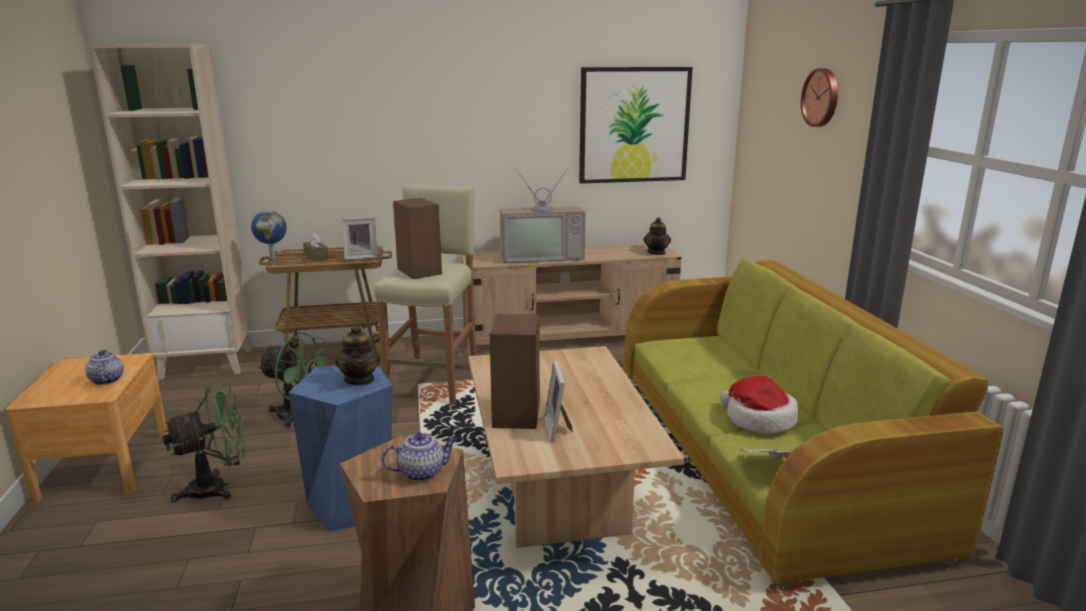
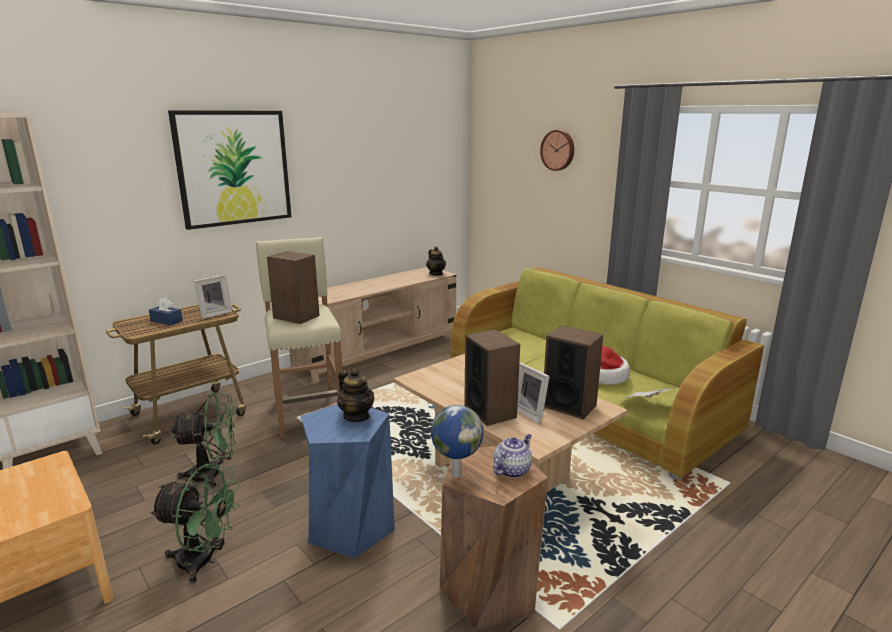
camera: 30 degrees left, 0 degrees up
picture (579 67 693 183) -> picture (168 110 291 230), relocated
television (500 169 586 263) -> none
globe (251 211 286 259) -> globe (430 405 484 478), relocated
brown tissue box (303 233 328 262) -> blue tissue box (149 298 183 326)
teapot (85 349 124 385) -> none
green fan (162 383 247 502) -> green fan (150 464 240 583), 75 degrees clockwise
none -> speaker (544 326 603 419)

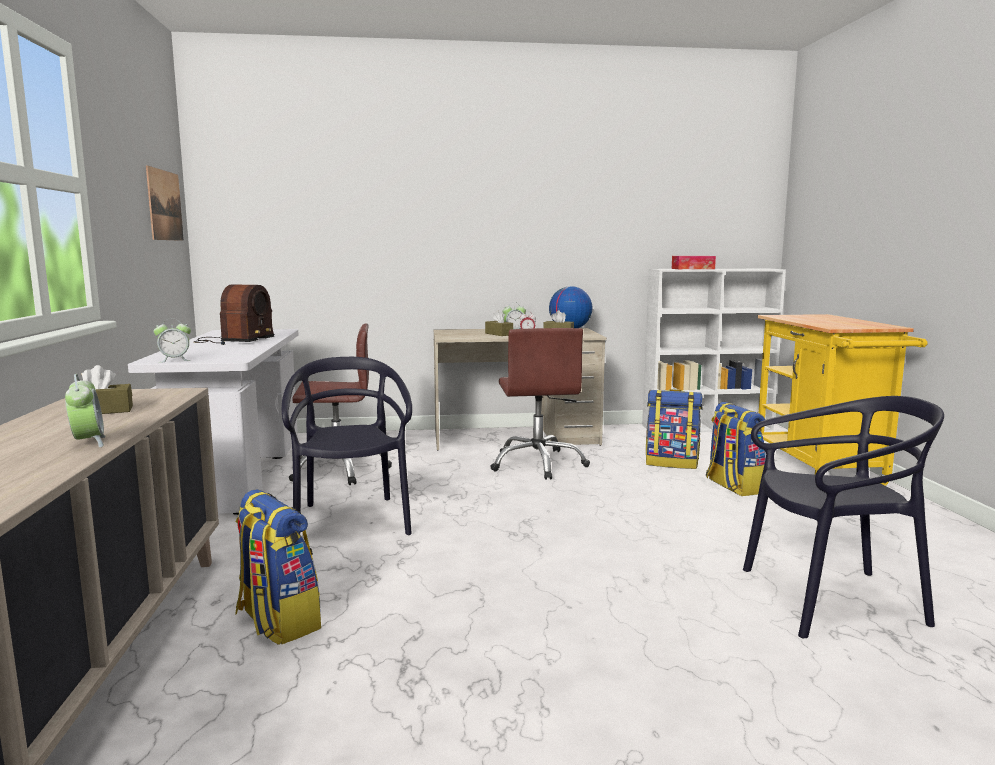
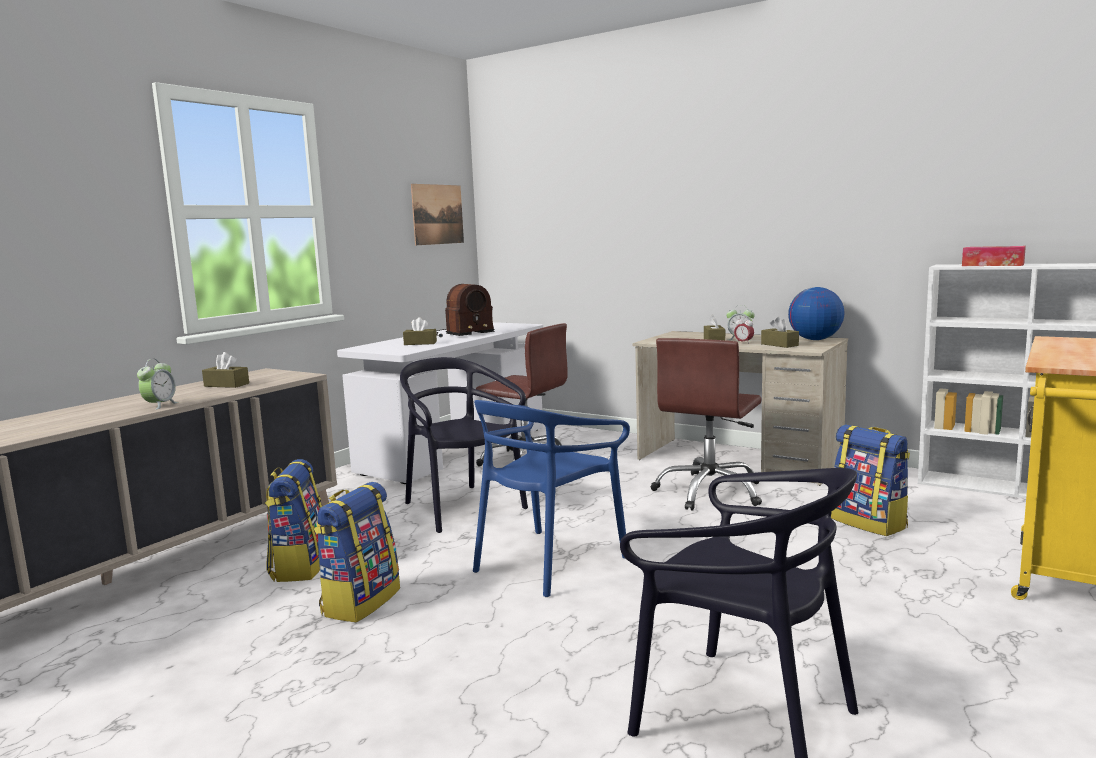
camera: 40 degrees right, 0 degrees up
alarm clock (153 319 191 363) -> none
black chair (282 357 412 535) -> black chair (400 357 528 533), 60 degrees counterclockwise
backpack (706 402 766 496) -> backpack (314 482 400 622), relocated
none -> brown tissue box (403 317 437 345)
none -> blue chair (473 400 630 597)

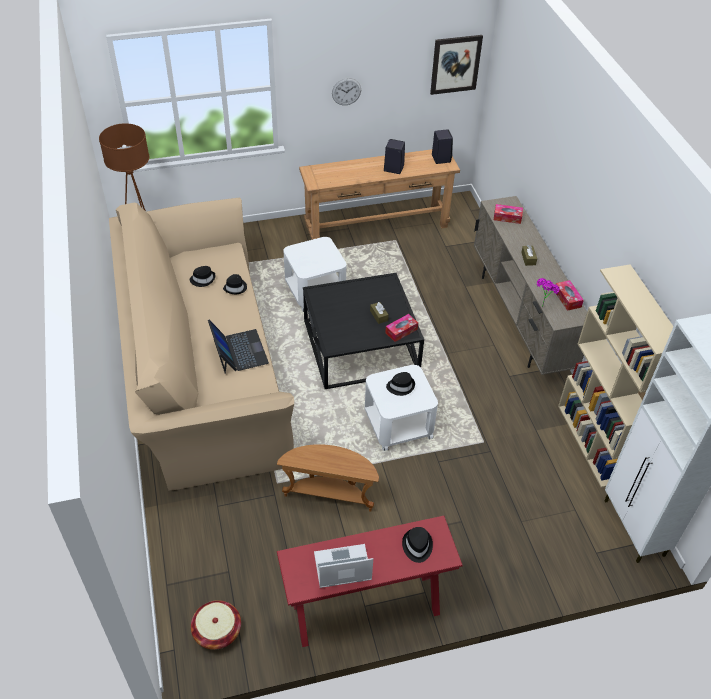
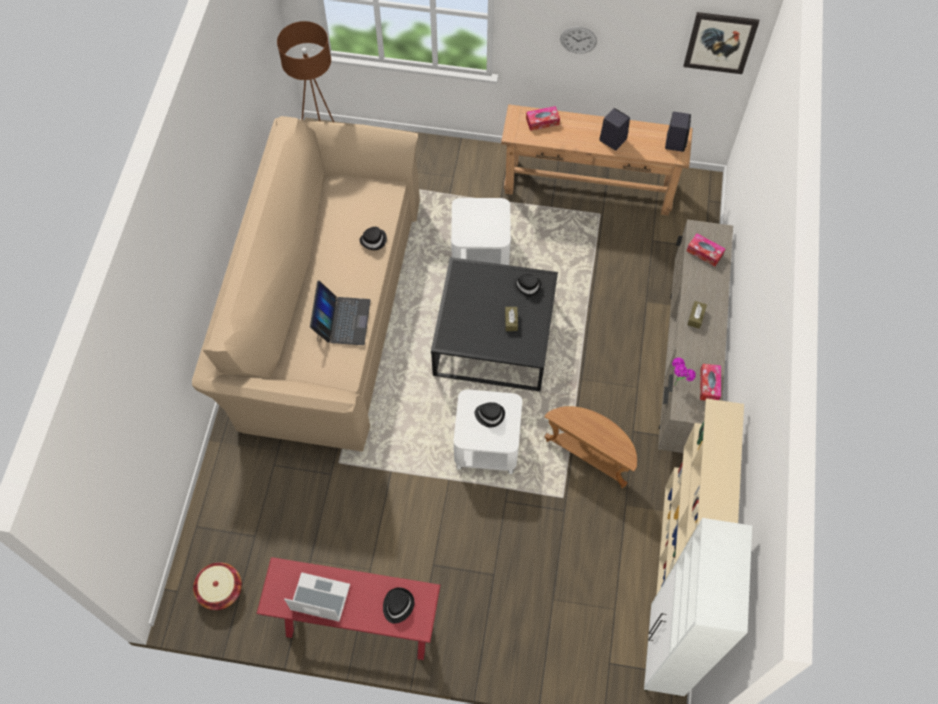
camera: 25 degrees right, 15 degrees up
black hat (190 266 216 287) -> black hat (513 274 542 297), relocated
tissue box (385 314 418 342) -> tissue box (526 106 560 131), relocated
brown side table (277 444 379 512) -> brown side table (544 406 637 488), relocated

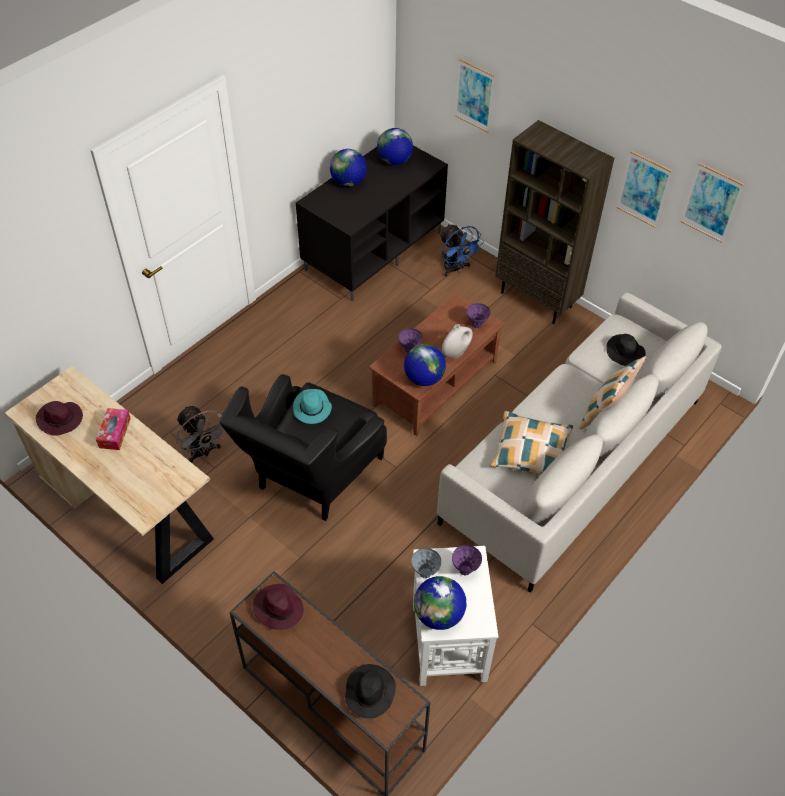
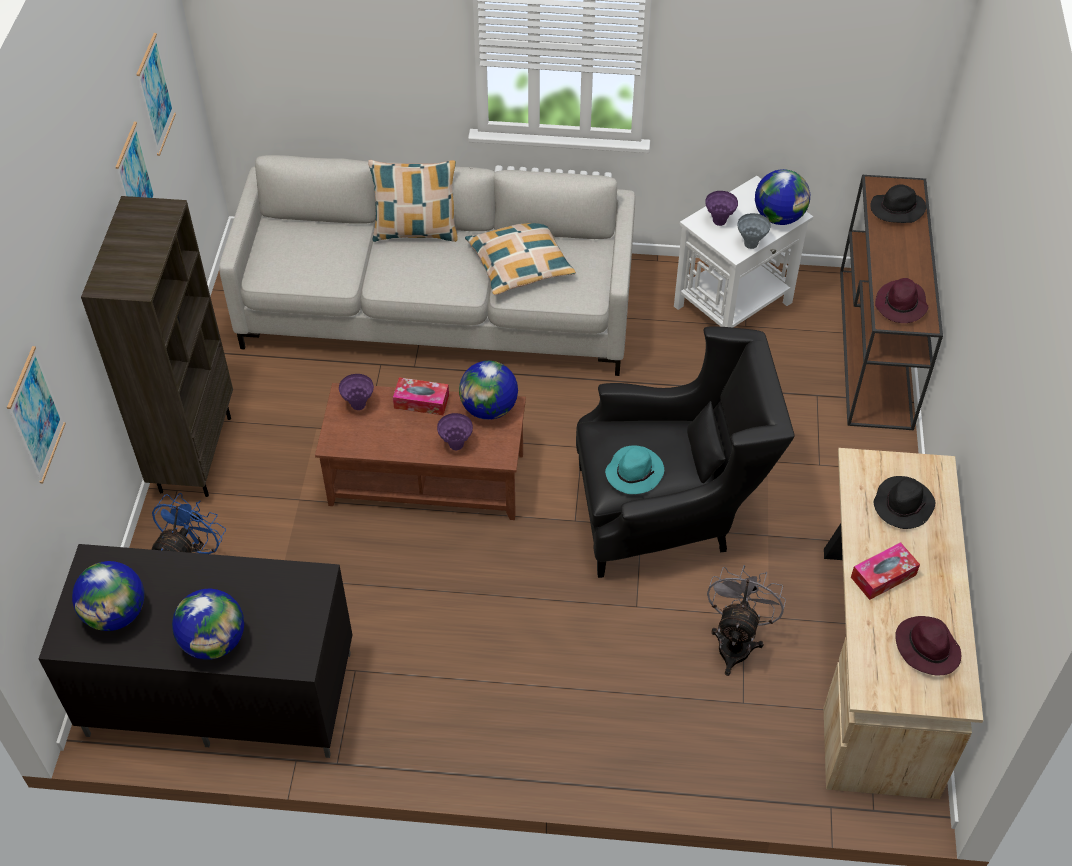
camera: 125 degrees left, 0 degrees up
white vase (442 324 473 358) -> tissue box (393 377 449 415)
black hat (606 334 646 366) -> black hat (874 476 935 529), relocated

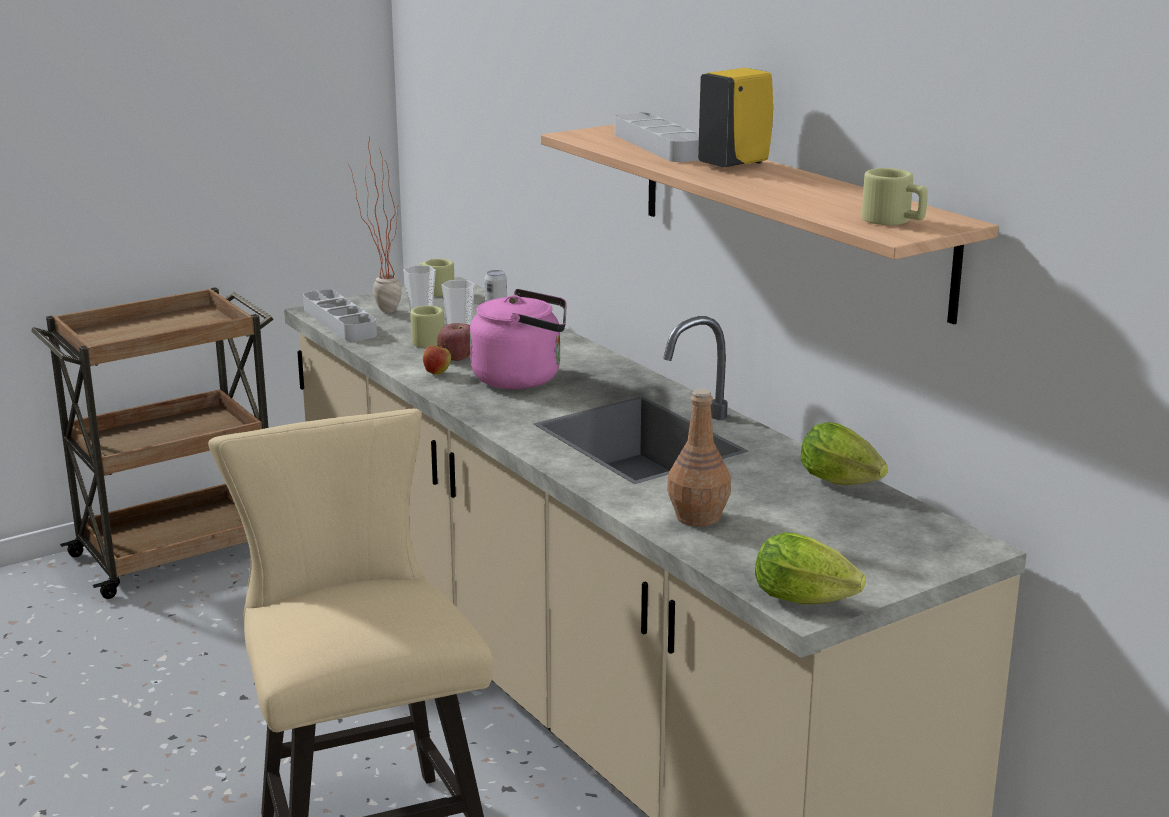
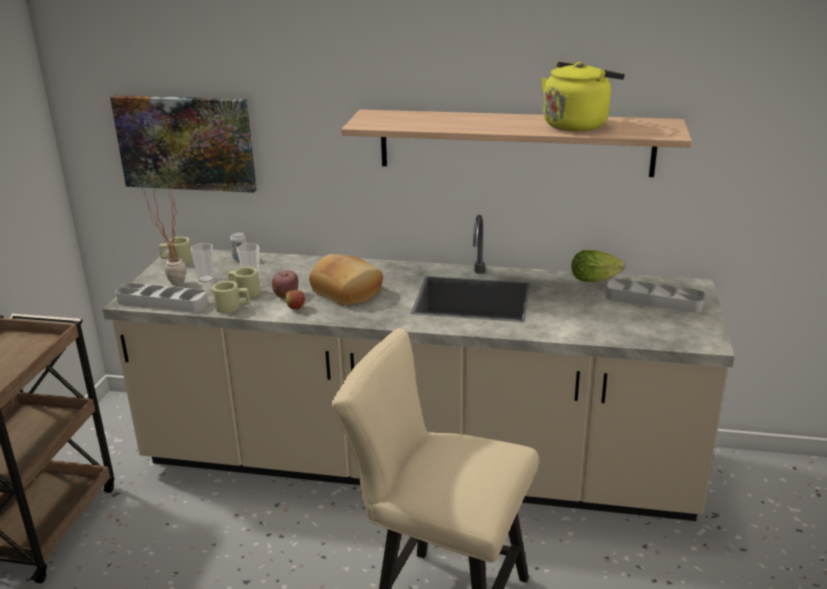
camera: 45 degrees left, 5 degrees up
yellow soap dispenser (698 68 773 167) -> none
grey tray (615 112 699 162) -> grey tray (606 278 705 313), relocated
beige mug (862 168 928 225) -> beige mug (213 281 250 313), relocated
pink kettle (470 289 567 389) -> bread (309 254 383 306)
brown bottle (667 388 731 527) -> none
lettuce (755 532 866 604) -> none
none -> yellow kettle (542 62 625 131)
none -> picture (110 95 257 193)

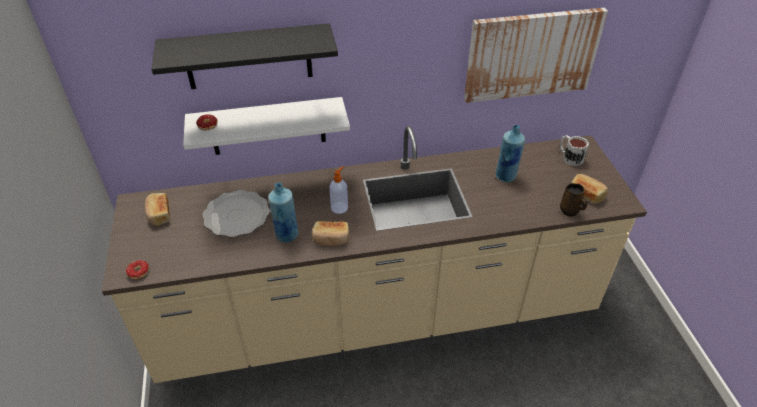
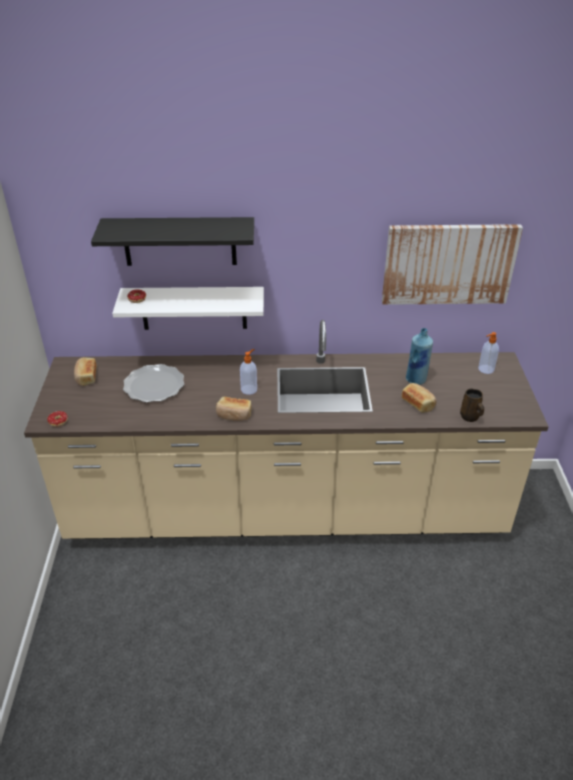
camera: 10 degrees right, 5 degrees down
mug (559 135 589 166) -> soap dispenser (478 332 499 374)
bread (572 174 608 204) -> bread (402 383 437 413), relocated
blue bottle (268 183 299 242) -> none

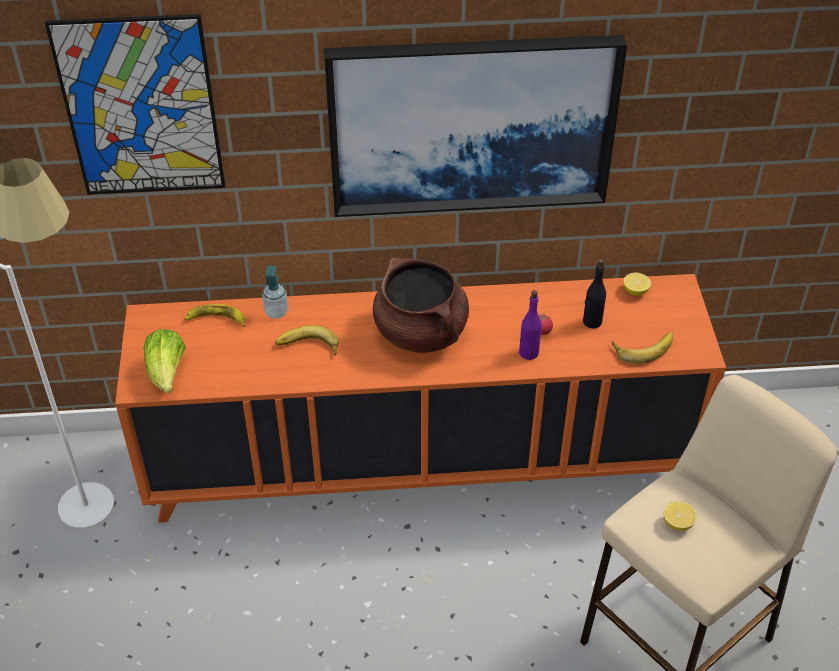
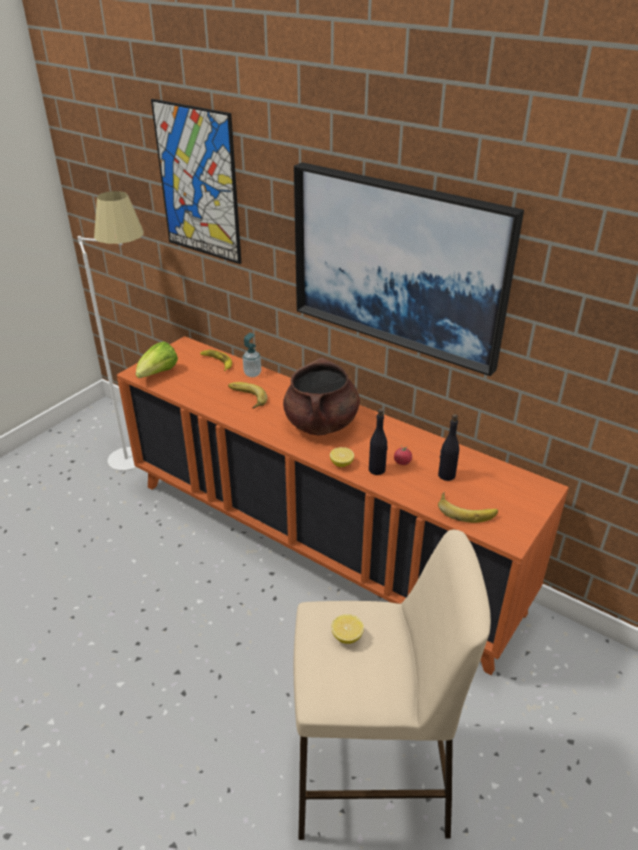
camera: 40 degrees right, 10 degrees down
lemon (623 272 651 296) -> lemon (330 447 354 467), relocated
purple bottle (519 290 542 360) -> black bottle (369 409 388 475)

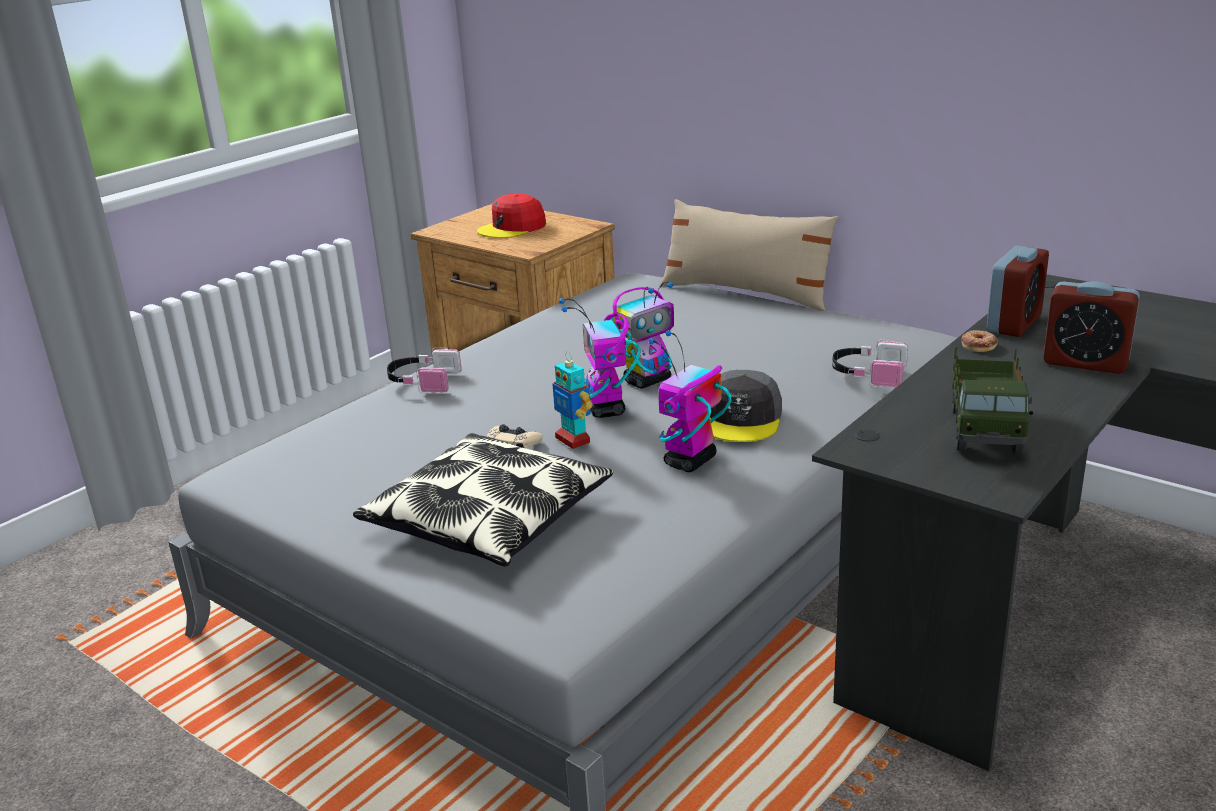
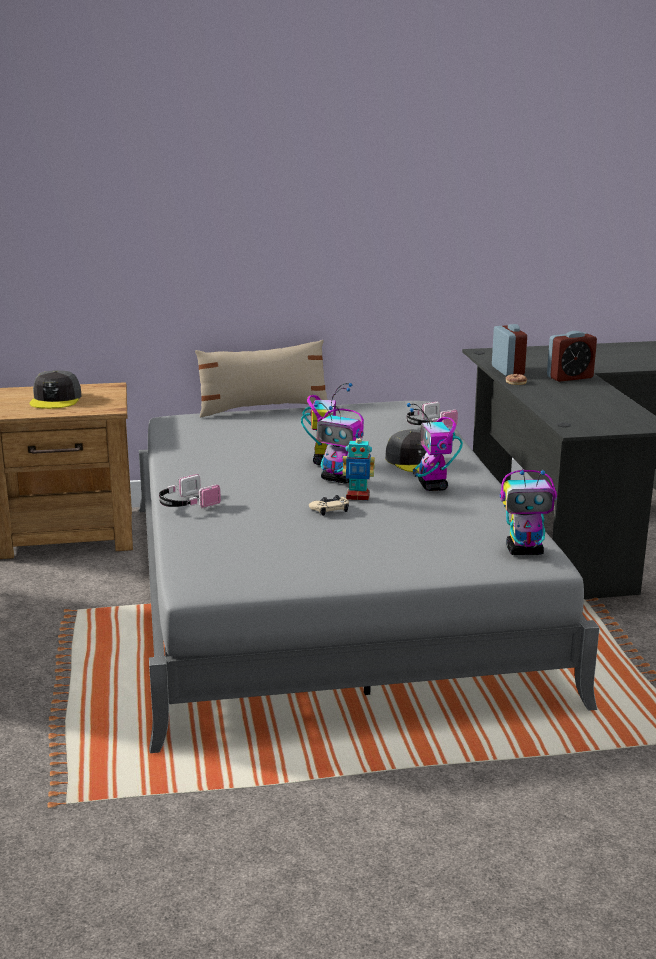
camera: 50 degrees left, 5 degrees down
red cap (477 193 546 238) -> grey cap (29 370 81 409)
toy truck (952 347 1033 454) -> none
pillow (353 433 613 567) -> none
none -> toy robot (500 469 557 555)

